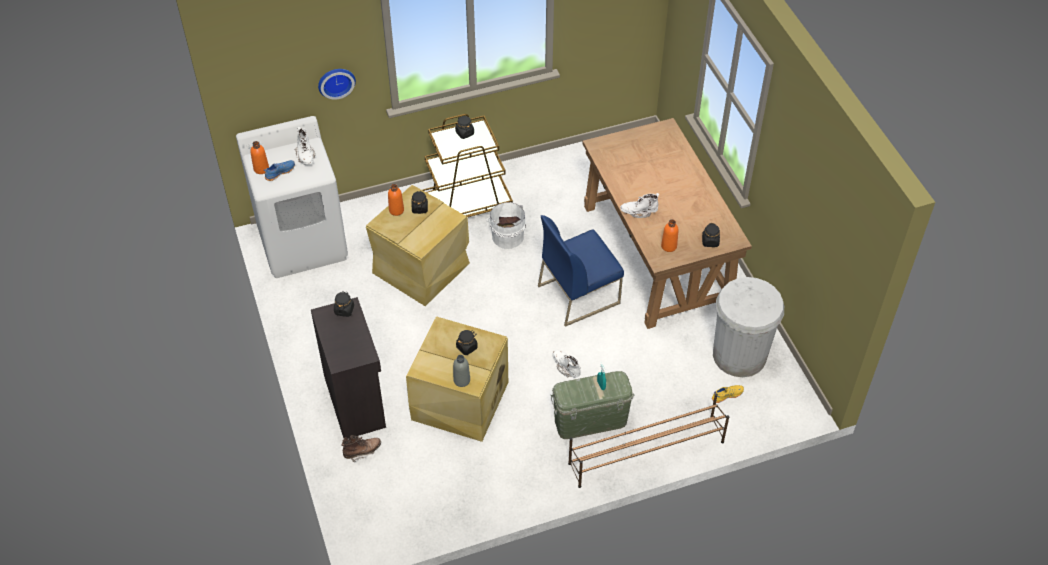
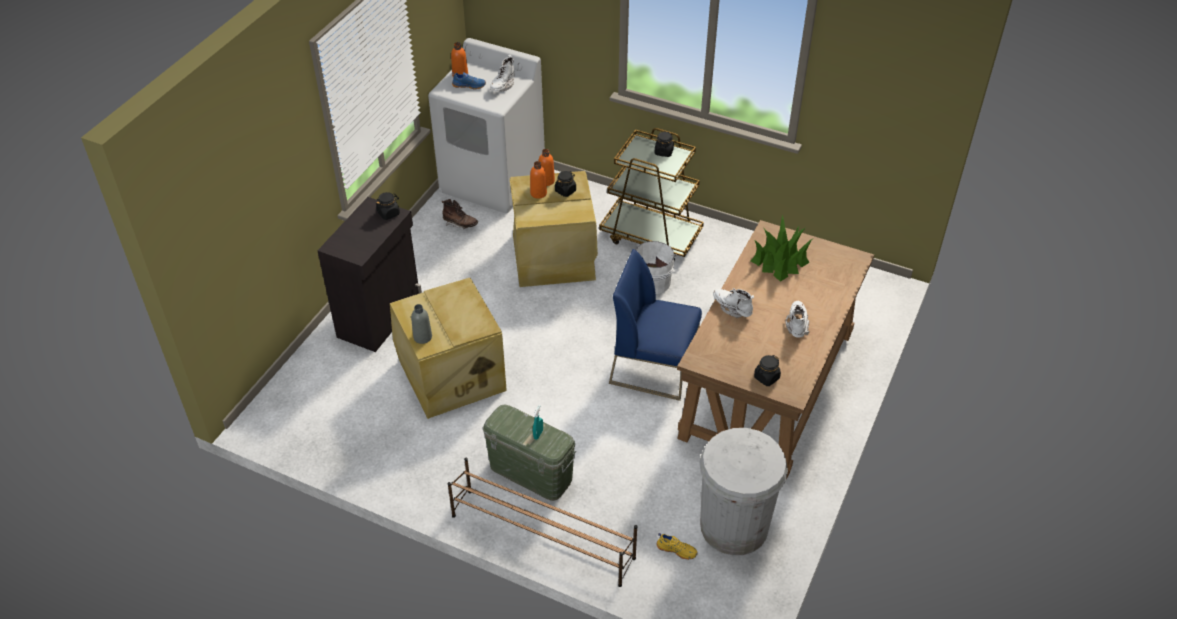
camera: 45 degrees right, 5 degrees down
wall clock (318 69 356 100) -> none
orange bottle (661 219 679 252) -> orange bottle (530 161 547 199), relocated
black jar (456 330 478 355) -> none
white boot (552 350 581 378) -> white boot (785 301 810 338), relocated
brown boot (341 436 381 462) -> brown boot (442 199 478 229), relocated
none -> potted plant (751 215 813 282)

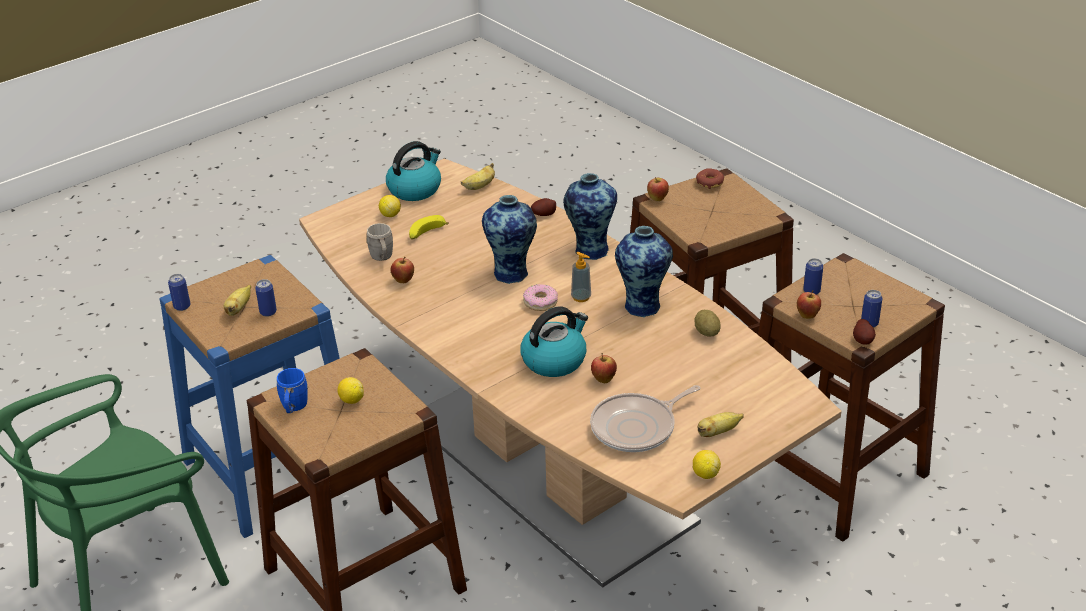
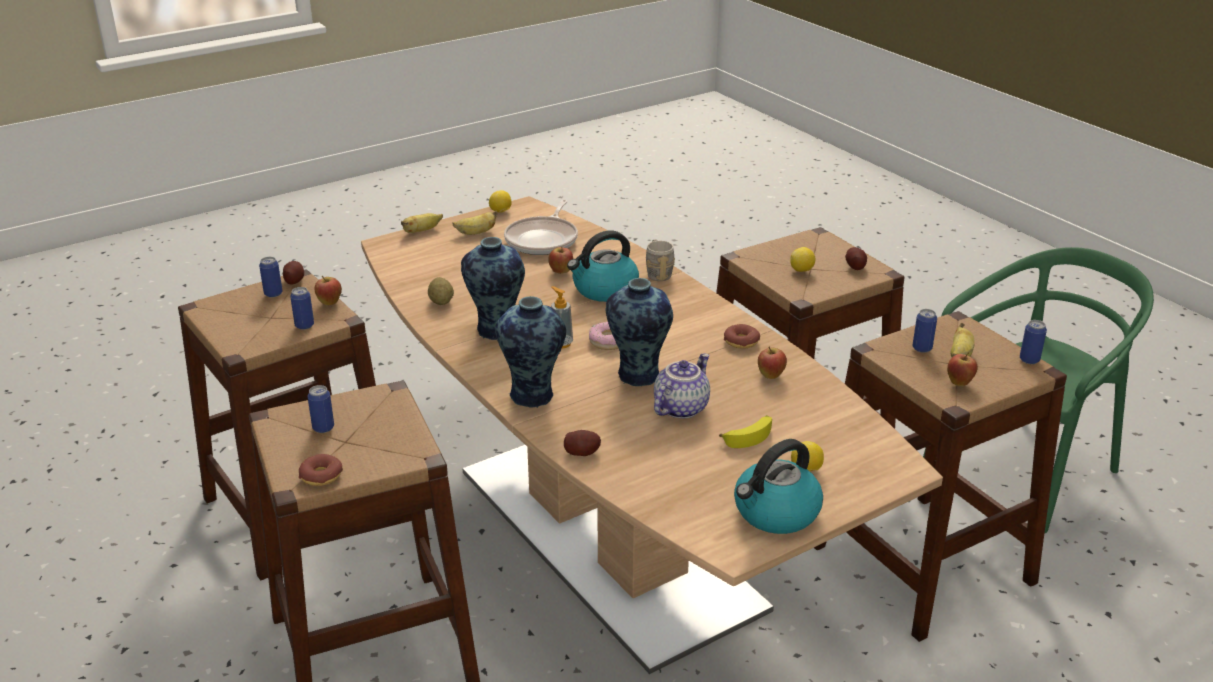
camera: 175 degrees left, 5 degrees down
banana (461 163 495 190) -> banana (401 213 443 233), relocated
apple (647 177 669 201) -> apple (947 352 978 386), relocated
grey mug (366 223 393 261) -> grey mug (646 239 675 281), relocated
blue stool (160 255 340 538) -> brown stool (814 311 1067 642)
blue mug (277 368 308 413) -> potato (845 247 867 270)
frying pan (590 385 700 452) -> frying pan (504 200 578 255), 135 degrees clockwise
none -> donut (724 324 760 349)
none -> teapot (654 354 710 418)
none -> can (307 385 334 433)

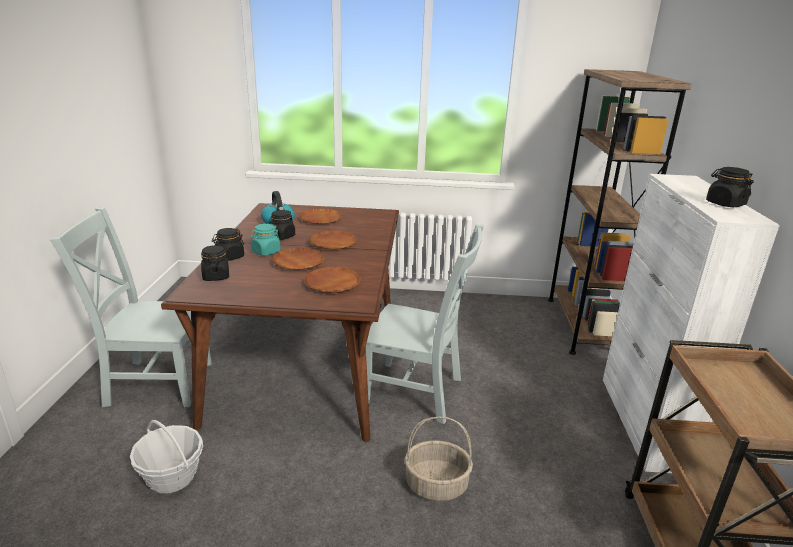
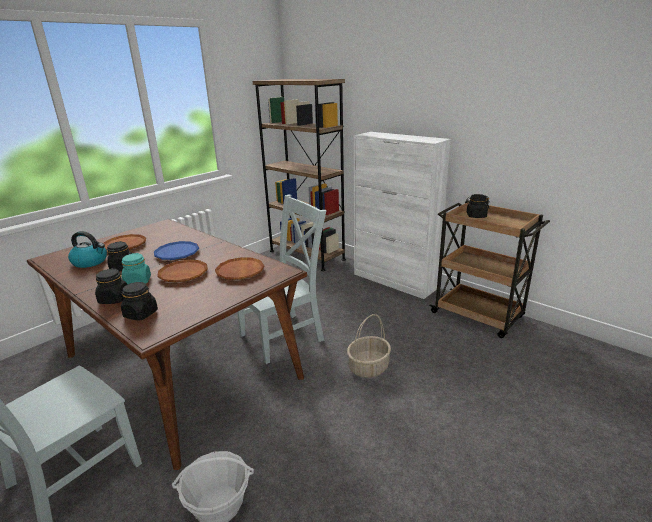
camera: 50 degrees left, 0 degrees up
black jar (706 167 754 207) -> black jar (466 194 490 218), relocated
brown plate (309 231 357 249) -> blue plate (154 241 199 260)

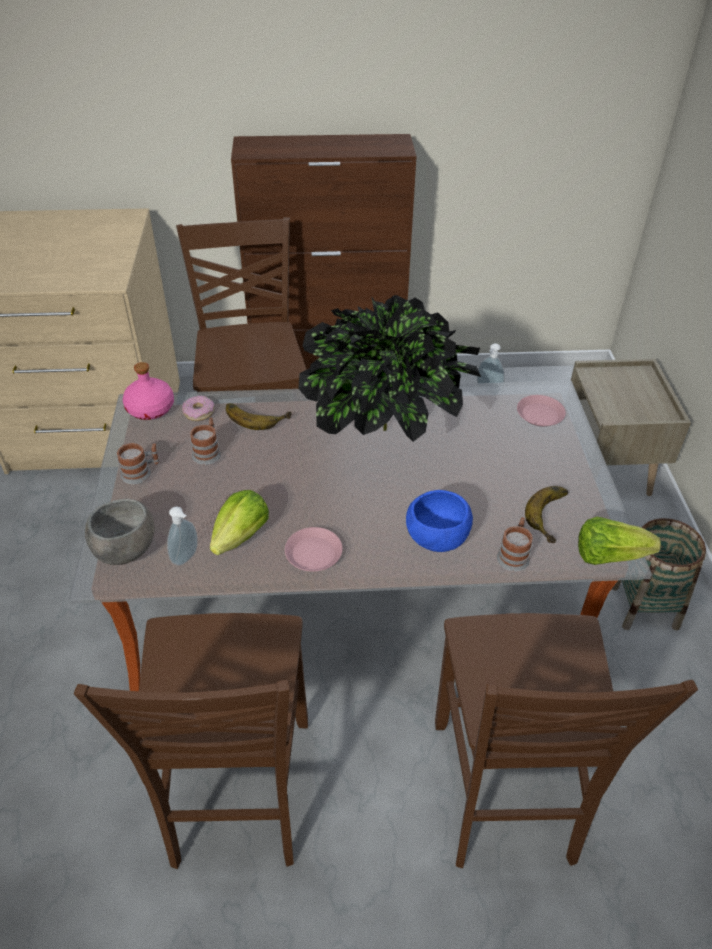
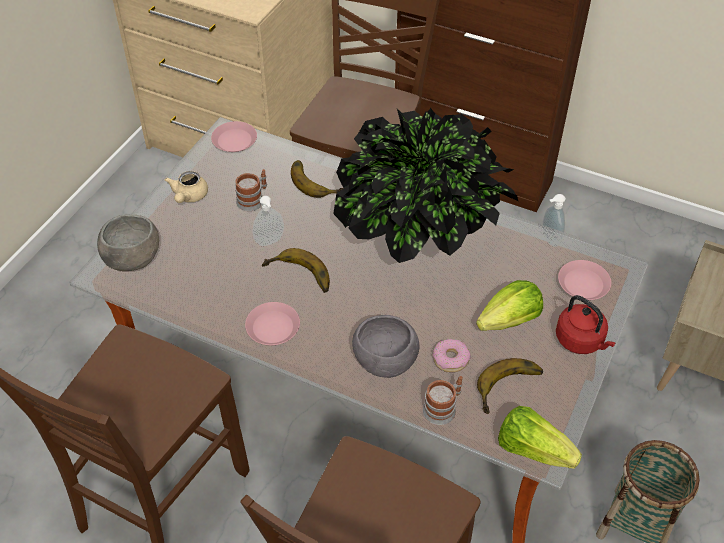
camera: 30 degrees right, 5 degrees up
pink bottle (123 362 174 420) -> pink plate (211 121 257 152)
donut (182 395 214 421) -> donut (433 339 471 372), relocated
mug (117 443 159 484) -> beige teapot (165 171 208 203)
lettuce (210 490 269 555) -> lettuce (476 280 543 331), relocated
blue bowl (406 490 473 552) -> grey bowl (352 315 420 378)
soap dispenser (167 506 198 566) -> soap dispenser (253 196 284 246), relocated
none -> banana (262 248 330 293)
none -> red kettle (556 295 616 354)

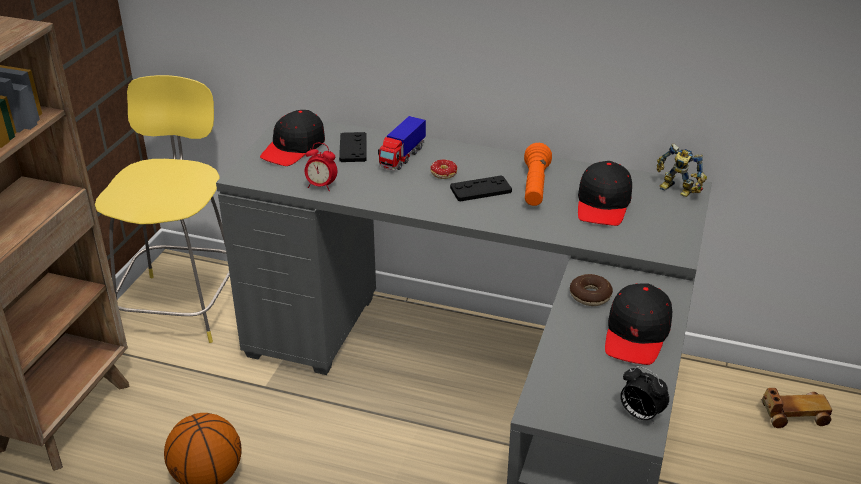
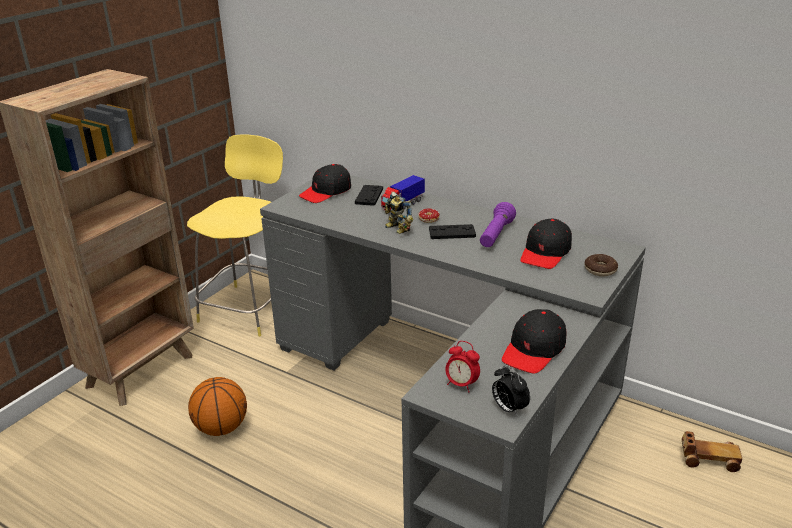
camera: 15 degrees right, 5 degrees down
alarm clock (305 143 337 191) -> alarm clock (445 341 480 392), relocated
orange flashlight (524 143 552 206) -> purple flashlight (480 202 516 247)
toy robot (657 144 707 197) -> toy robot (385 192 413 234), relocated
donut (570 274 613 306) -> donut (584 254 618 277), relocated

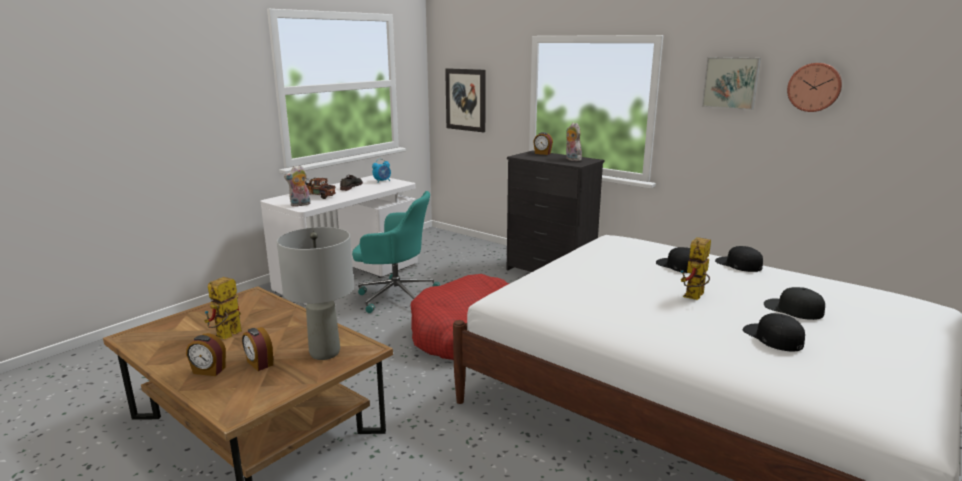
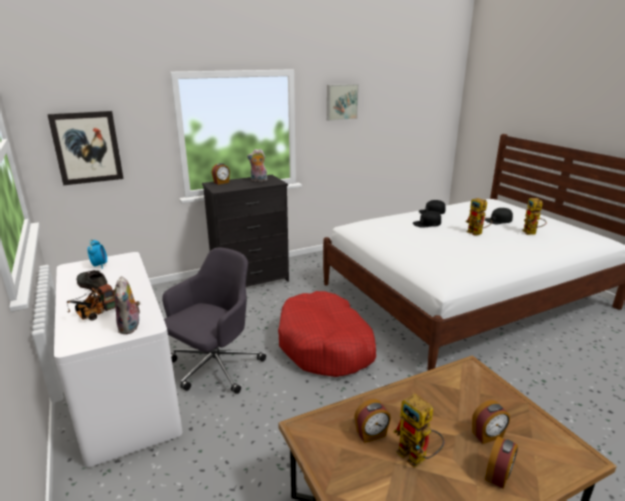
camera: 65 degrees left, 5 degrees up
wall clock (787 63 842 112) -> none
turquoise office chair (352 191 440 313) -> grey office chair (162 248 266 394)
grey table lamp (277 227 354 360) -> none
black cap (743 313 805 352) -> toy robot (522 198 546 235)
none -> alarm clock (354 399 391 443)

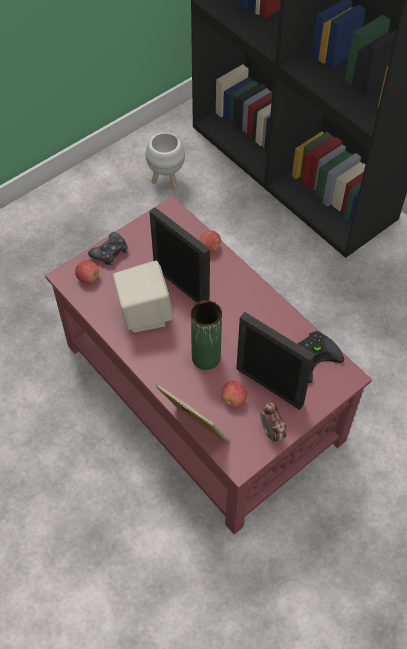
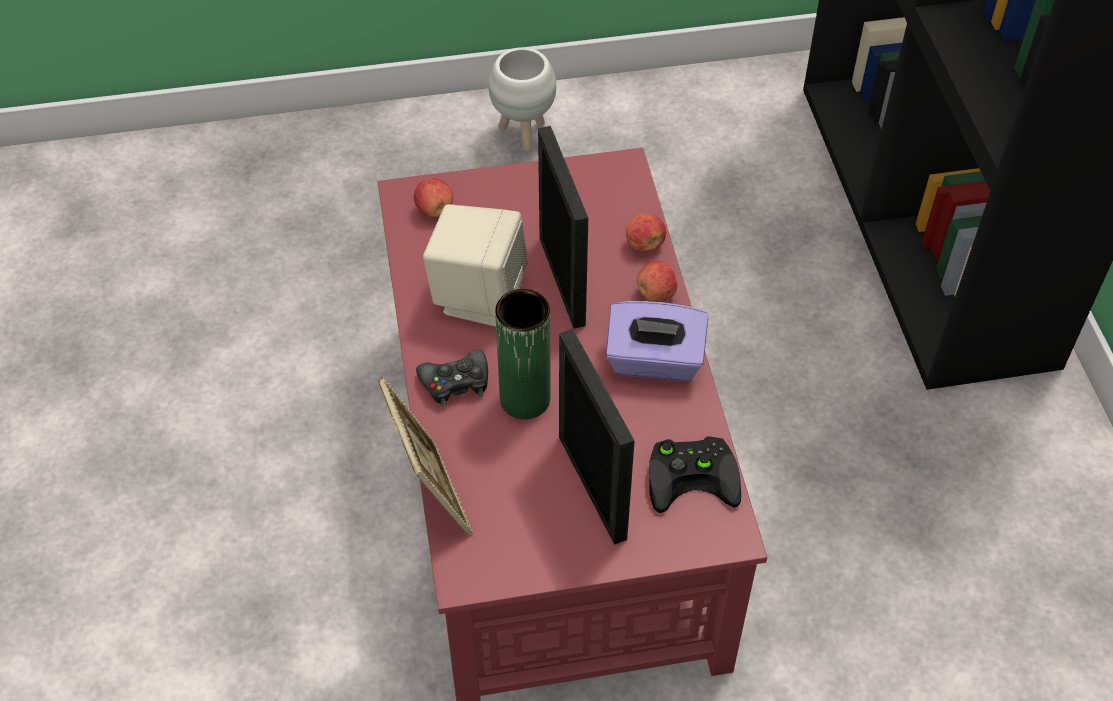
camera: 30 degrees right, 5 degrees down
white planter (146 132 185 190) -> white planter (488 47 556 152), relocated
black game controller (88 232 128 266) -> black game controller (416 350 488 407), relocated
apple (222 381 248 407) -> apple (637 261 677 302), relocated
alarm clock (261 402 287 443) -> none
none -> purple tissue box (606 301 708 381)

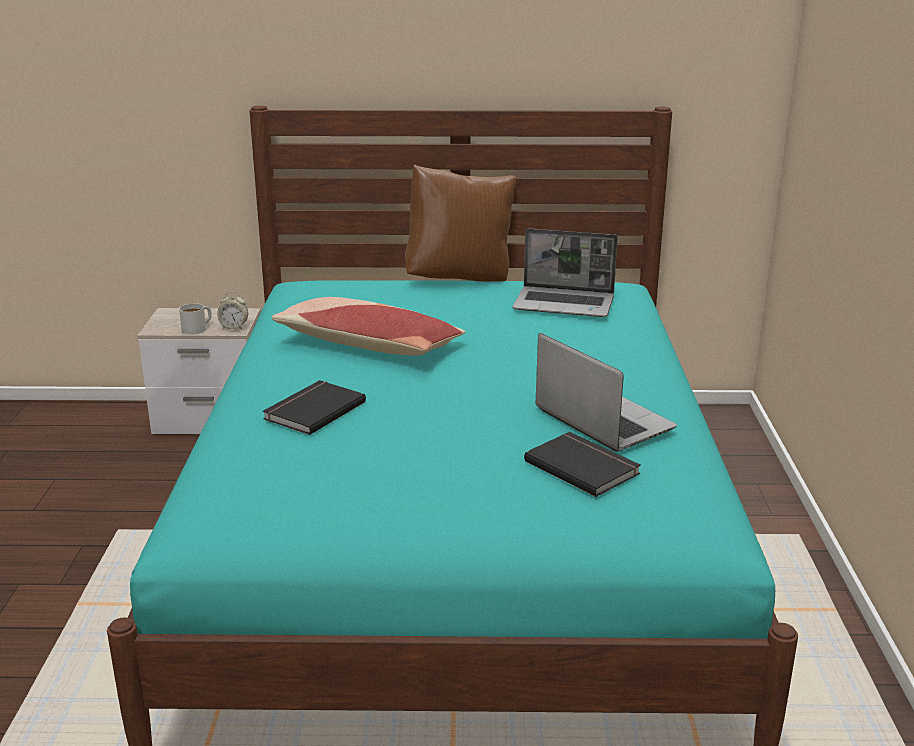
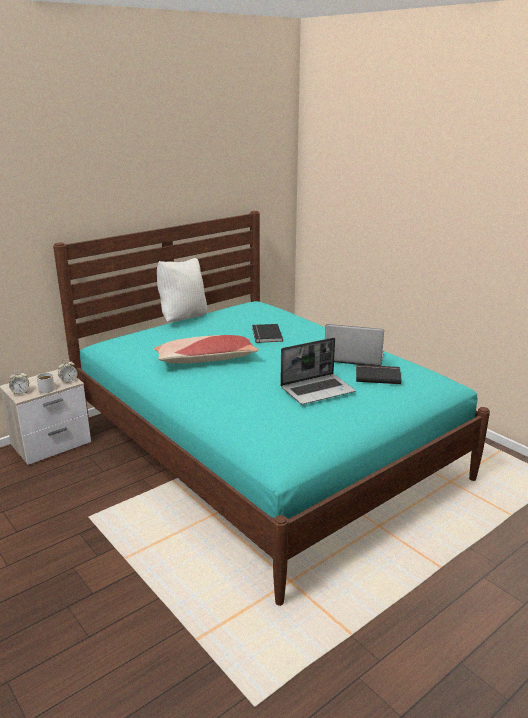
camera: 40 degrees left, 0 degrees up
brown pillow (405 164 516 282) -> white pillow (157 258 207 322)
laptop (513 228 618 317) -> laptop (280 338 356 405), relocated
black book (263 380 366 435) -> black book (252 324 283 343), relocated
none -> alarm clock (9 370 29 394)

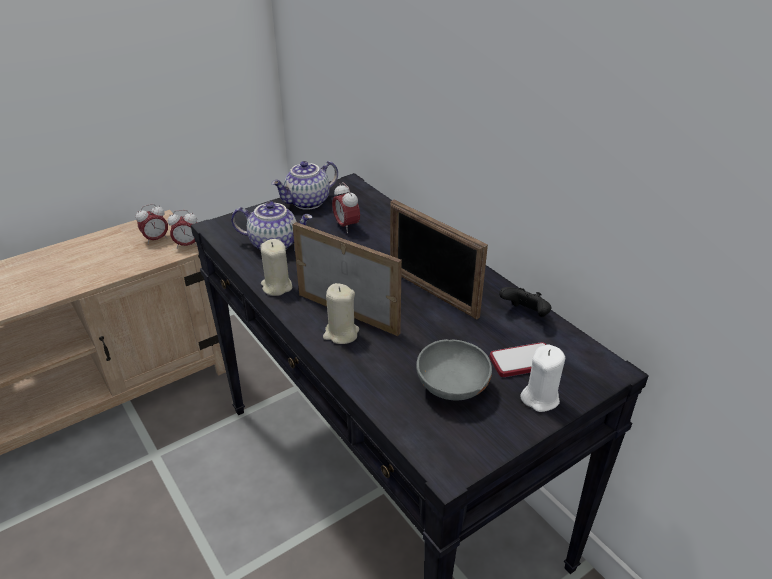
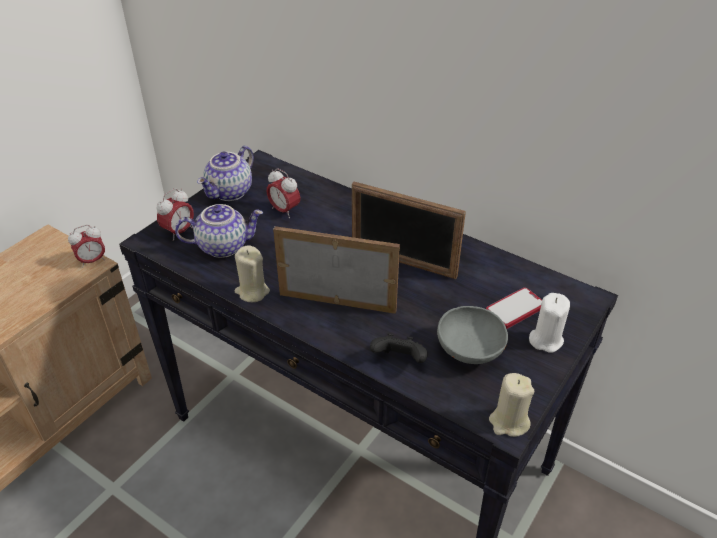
camera: 20 degrees left, 5 degrees up
alarm clock (136 204 168 243) -> alarm clock (156 188 194 241), relocated
beige candle (323 283 359 344) -> beige candle (489 373 534 437), relocated
black game controller (499 287 551 317) -> black game controller (370 333 428 363), relocated

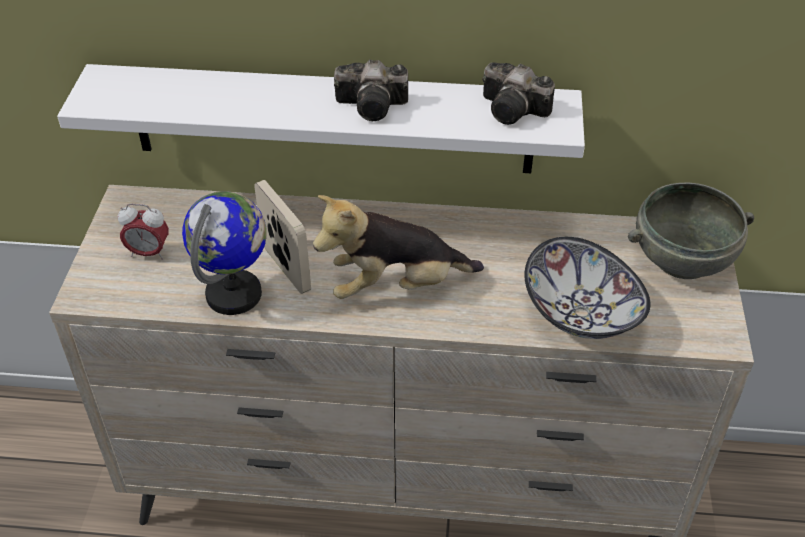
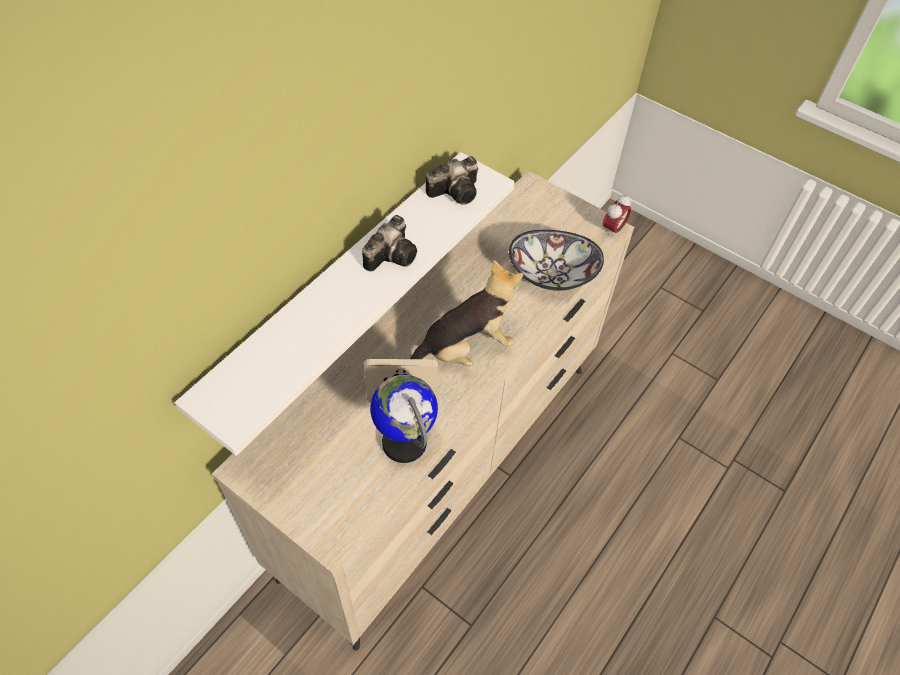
camera: 60 degrees left, 10 degrees up
grey bowl (628 183 754 279) -> none
plush toy (313 195 484 299) -> plush toy (410 260 523 366), 135 degrees counterclockwise
alarm clock (118 204 169 260) -> alarm clock (603 194 631 238), relocated

